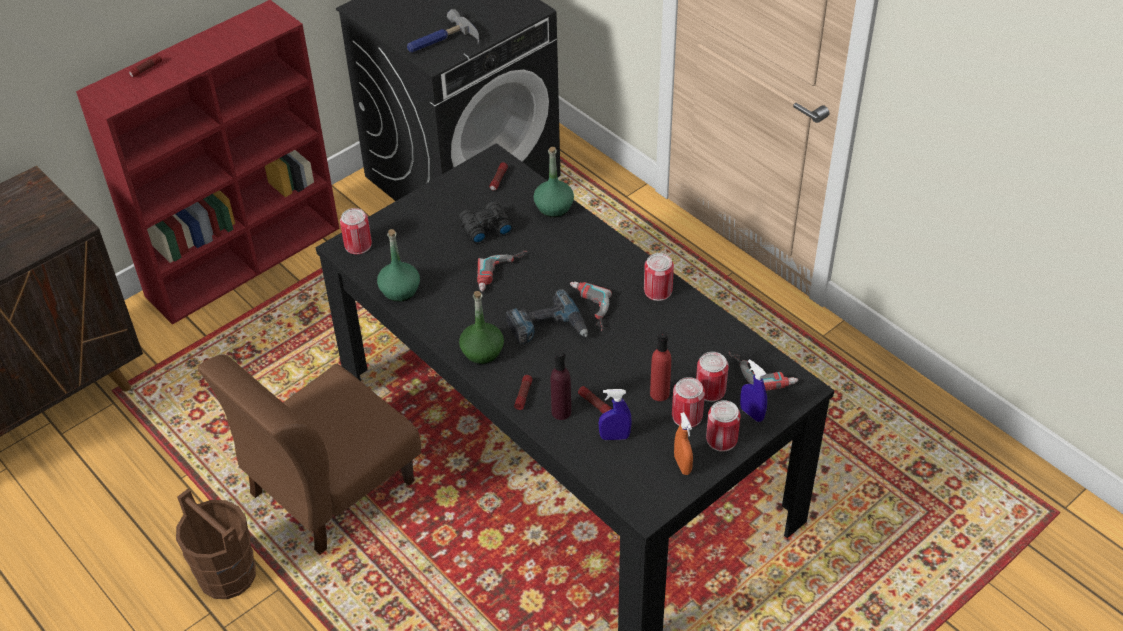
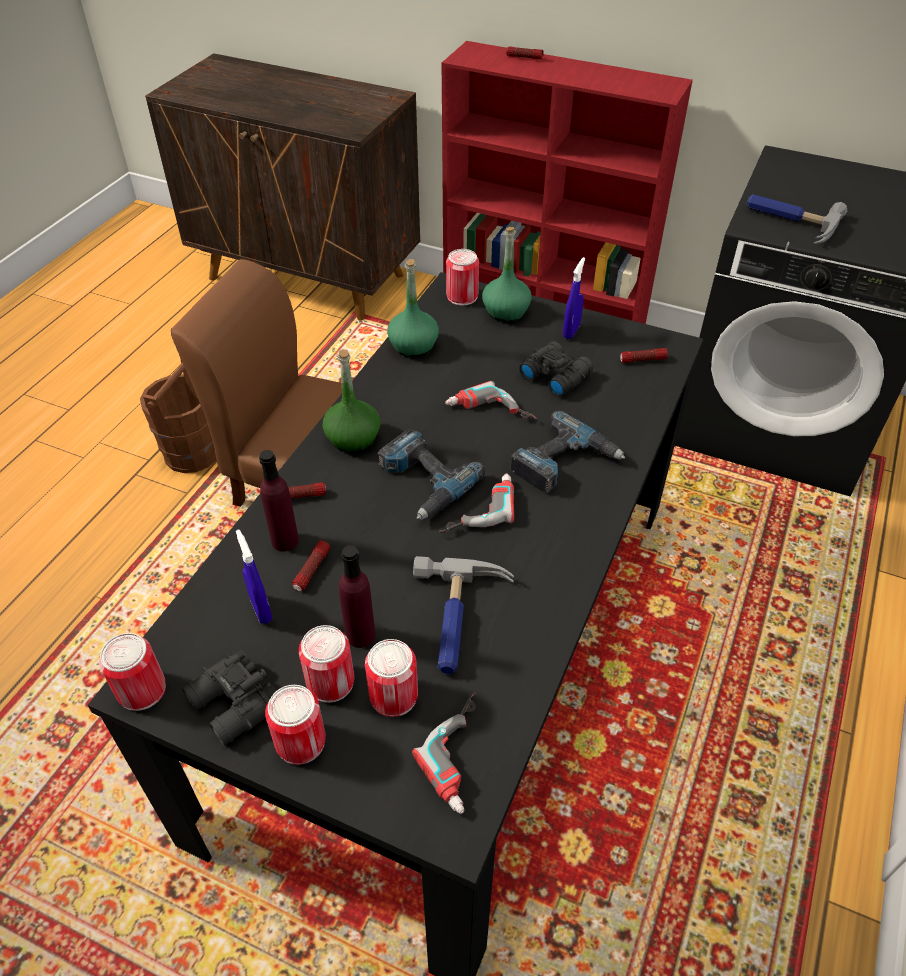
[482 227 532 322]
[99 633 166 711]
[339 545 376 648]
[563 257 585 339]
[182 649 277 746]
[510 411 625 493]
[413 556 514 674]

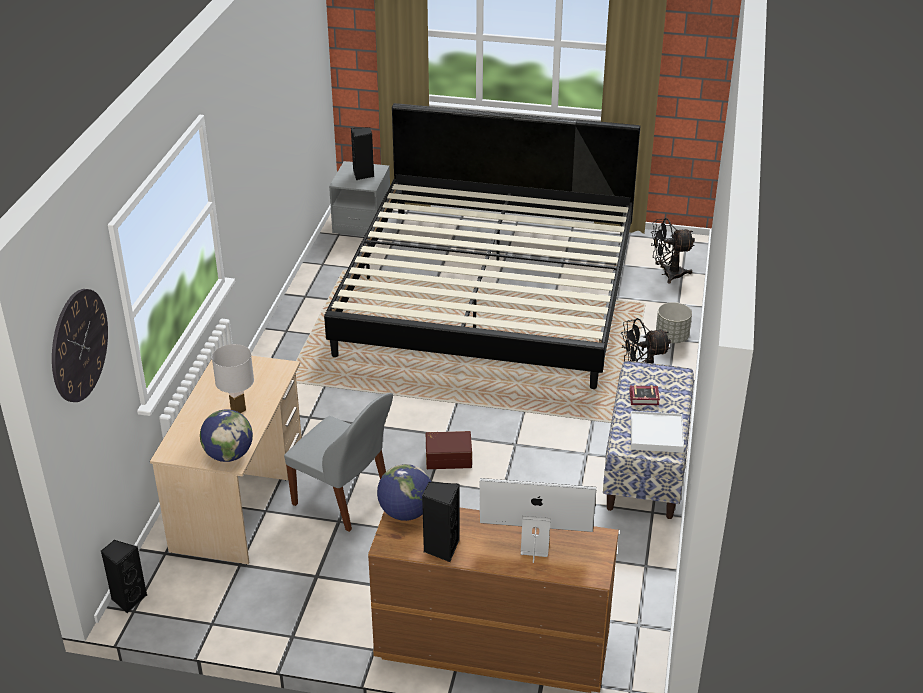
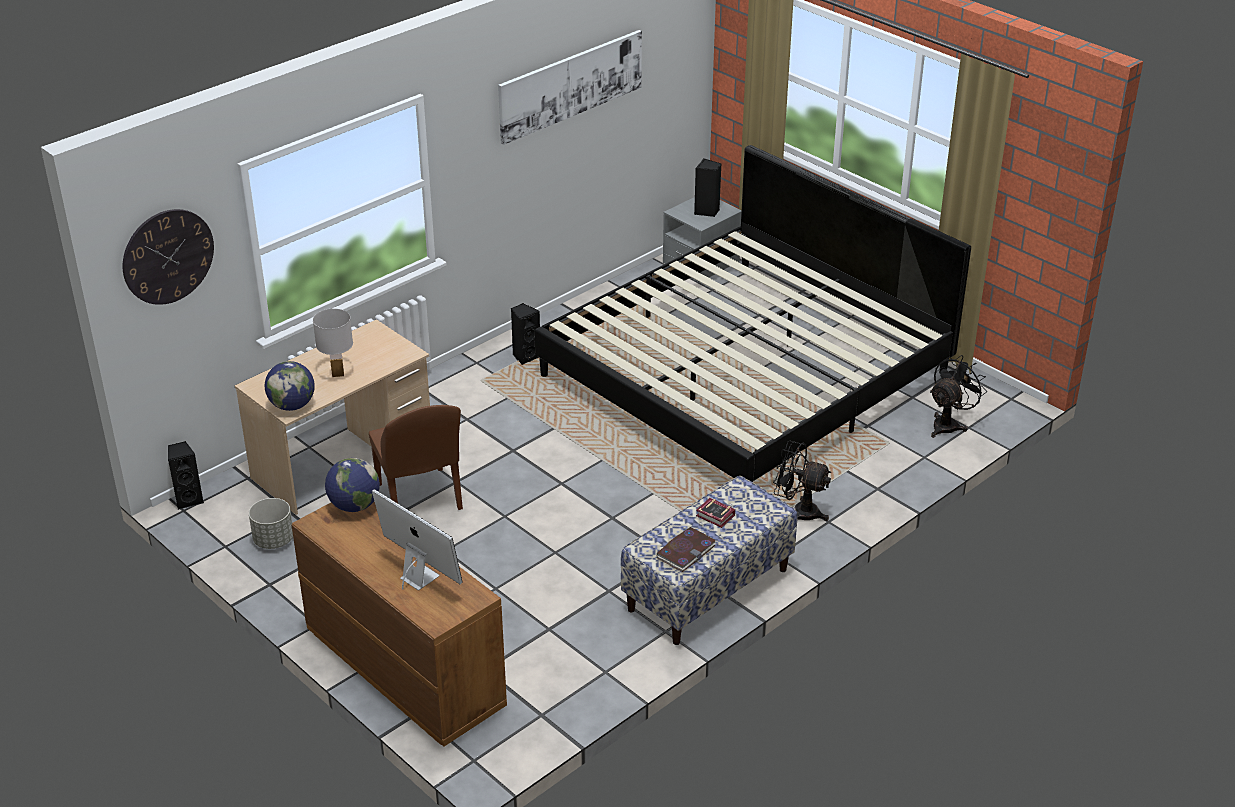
[930 355 987 438]
[249 498 293 549]
[369 405 463 510]
[657 527 716 572]
[426 431 472 469] (first image)
[511 303 540 365]
[498 30 642 145]

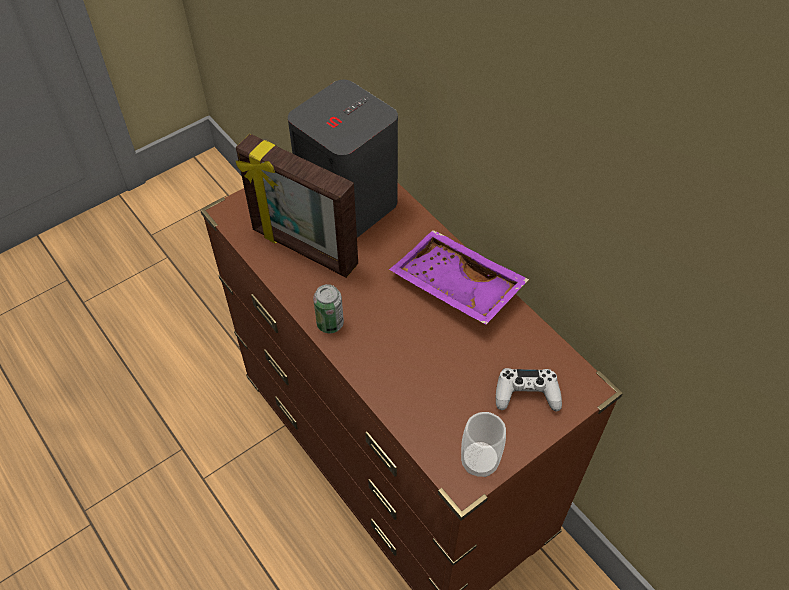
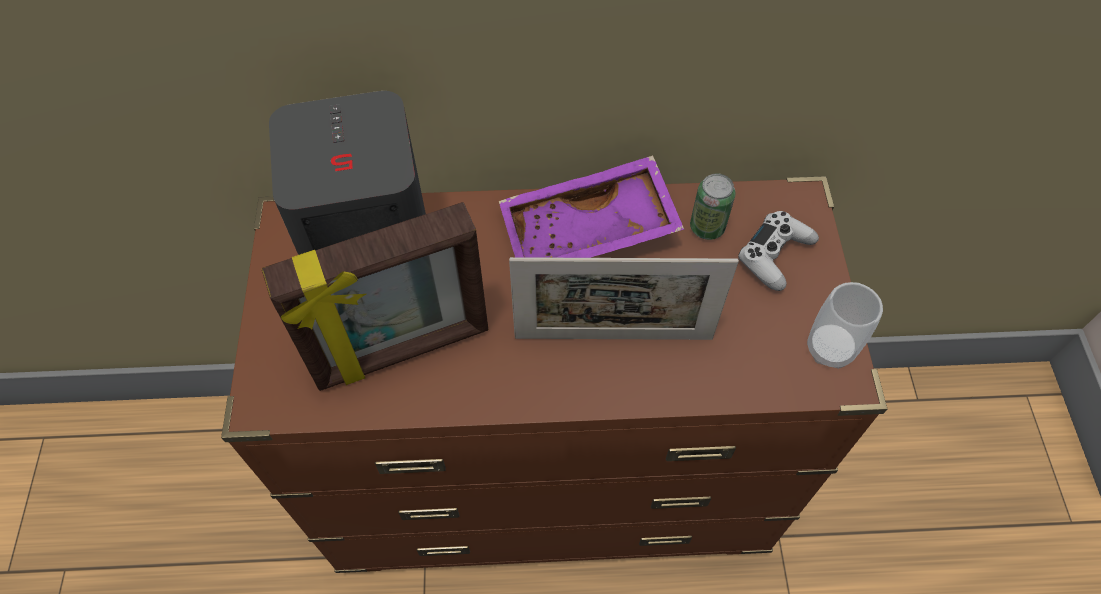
[690 173 736 240]
[509 257 739 340]

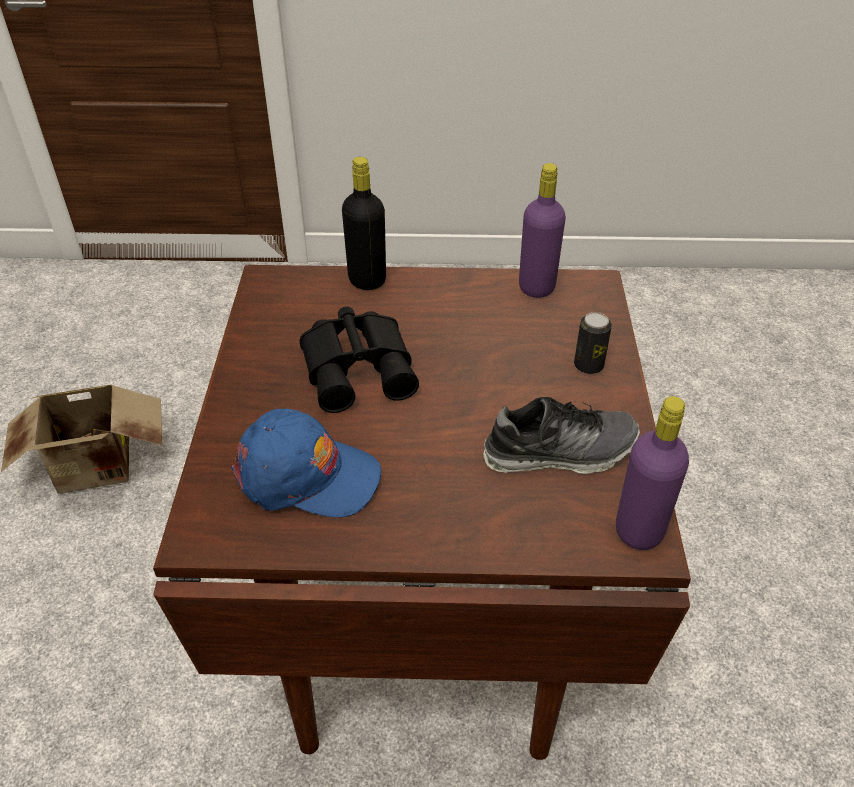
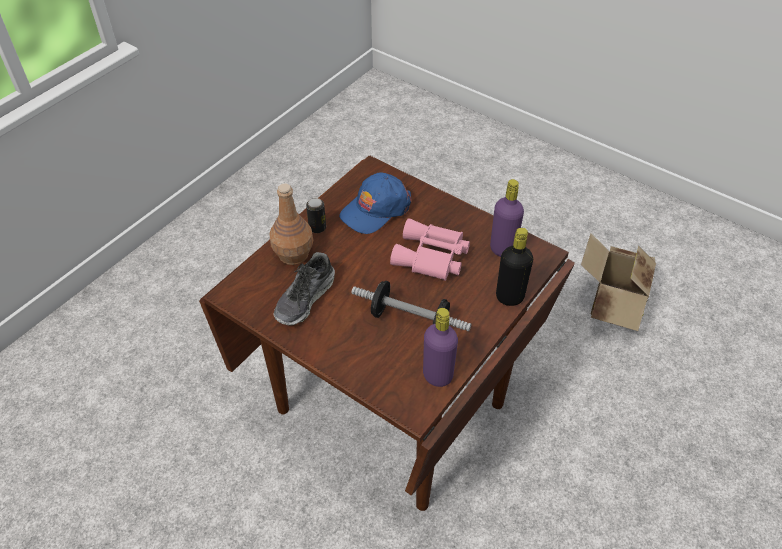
[390 218 470 281]
[306 198 326 233]
[490 179 524 257]
[269 183 313 265]
[351 281 471 332]

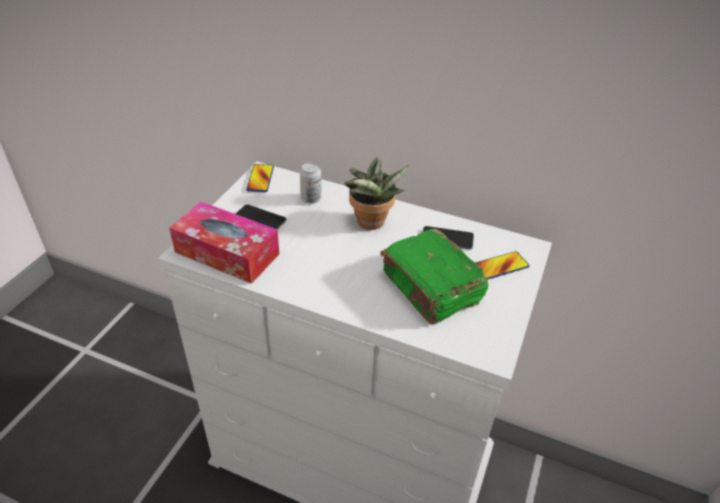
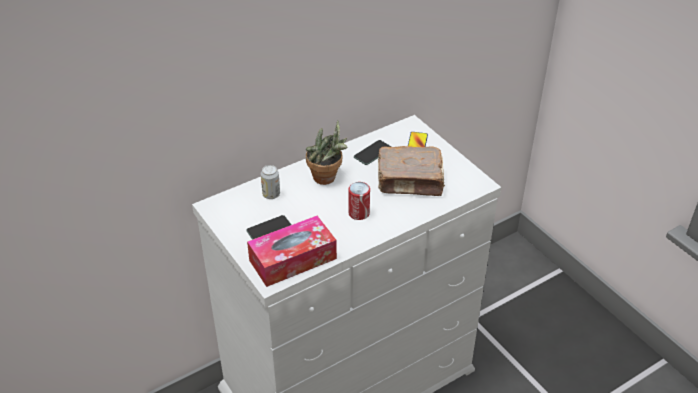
[246 164 274 192] (first image)
[378 146 445 196]
[349 182 370 220]

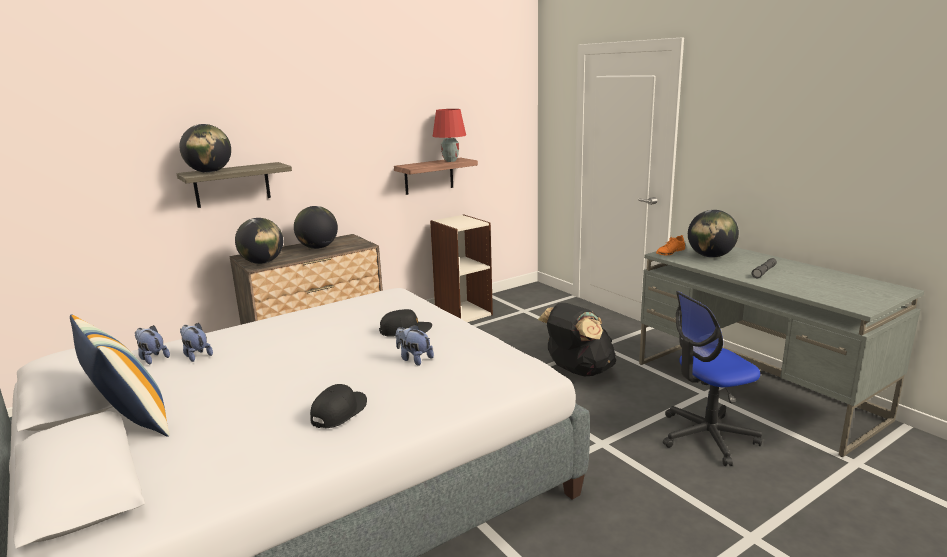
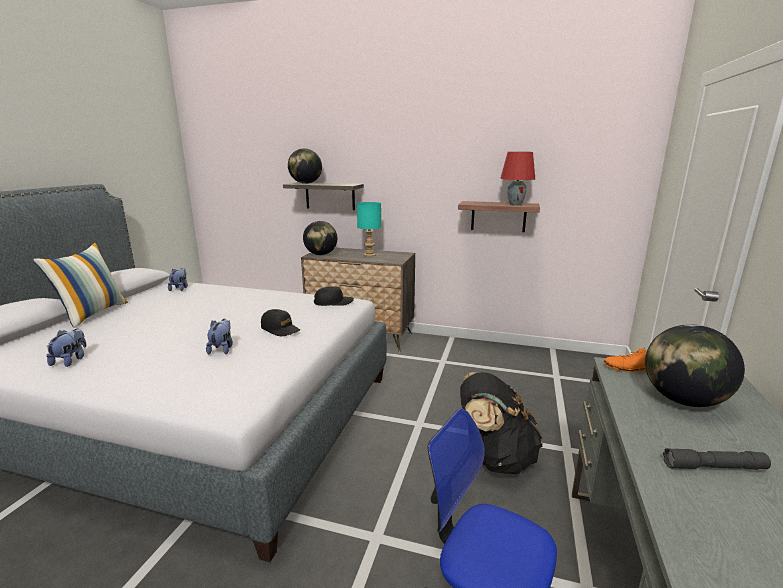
[357 202 381 257]
[430 215 493 322] (first image)
[46 329 87 367]
[314 286 354 306]

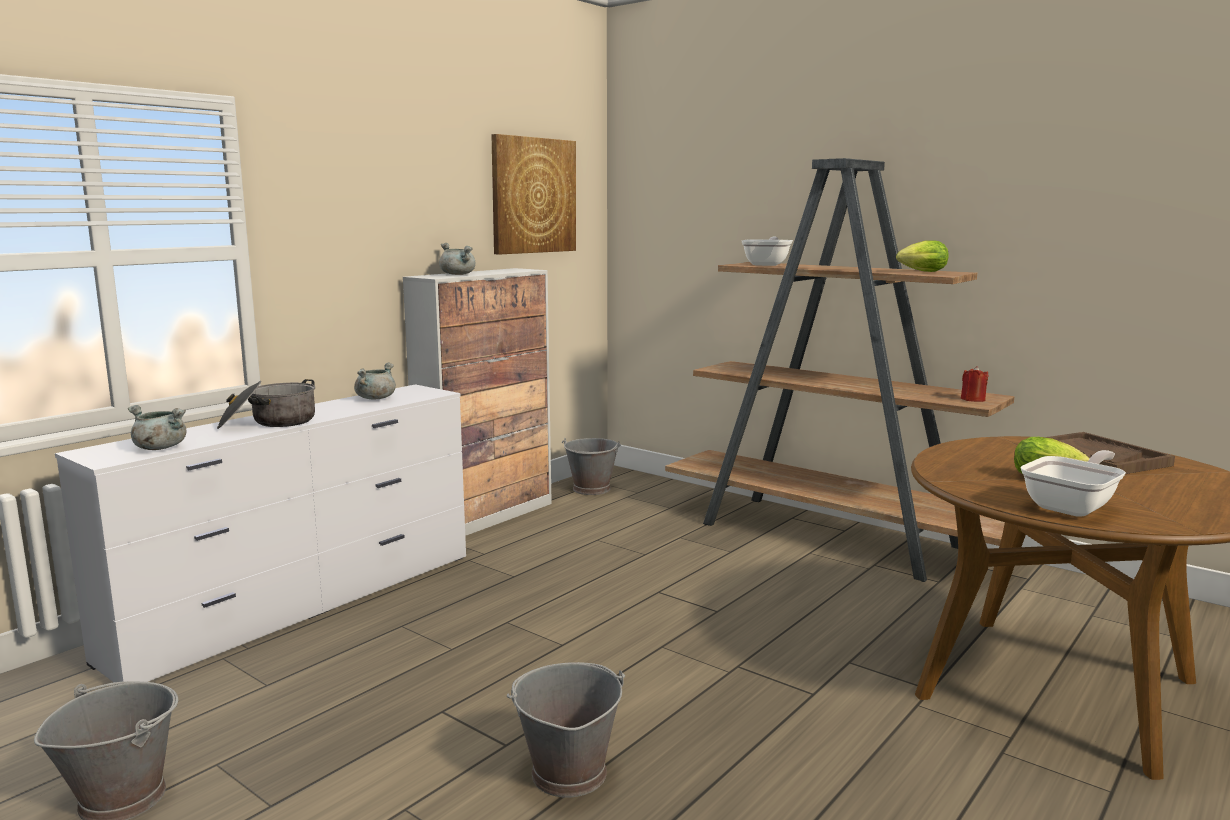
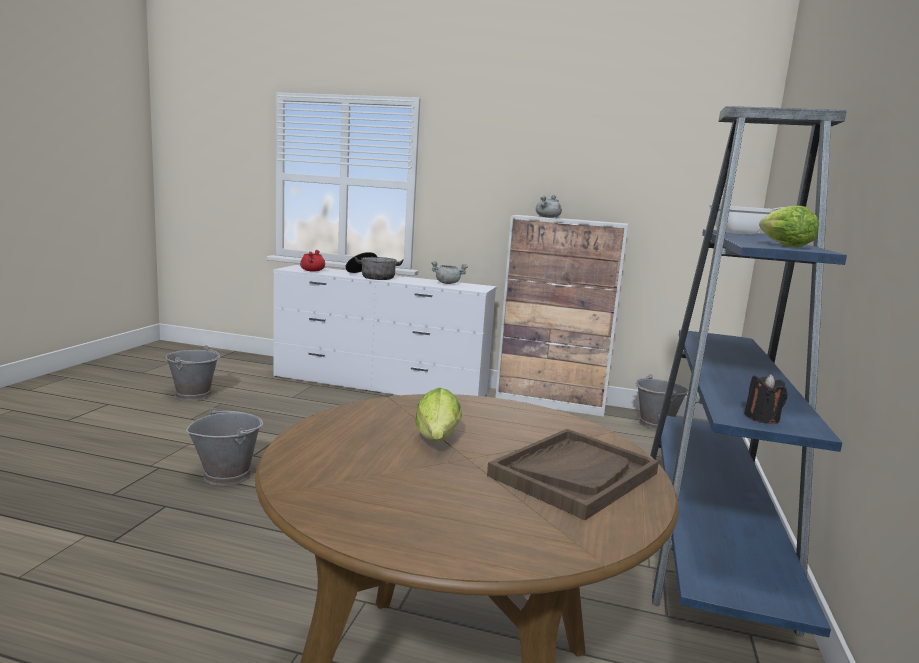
[491 134 576 255] (first image)
[650 106 847 637]
[744 374 787 424]
[300 250 325 272]
[1020 450 1126 517] (first image)

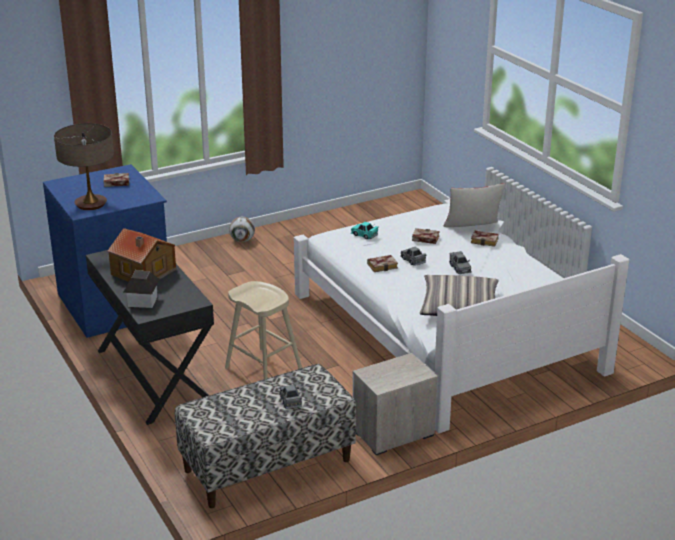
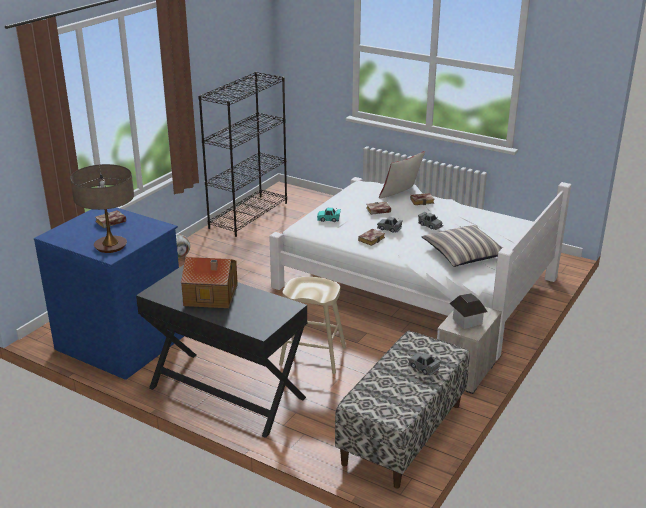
[449 293 488 329]
[198 72 287 237]

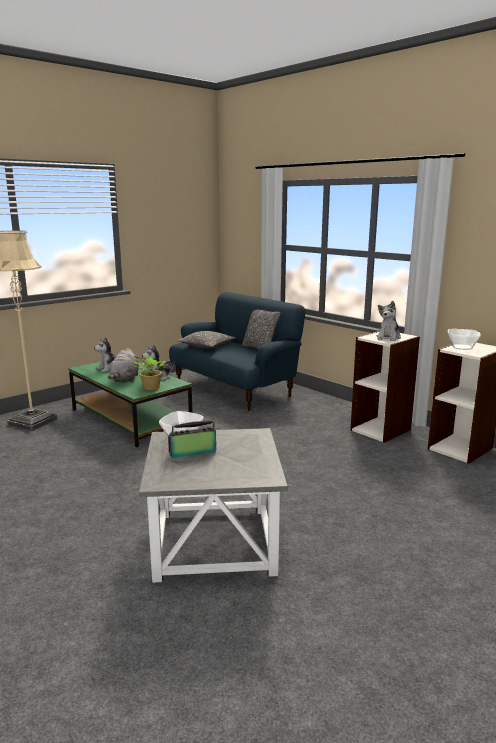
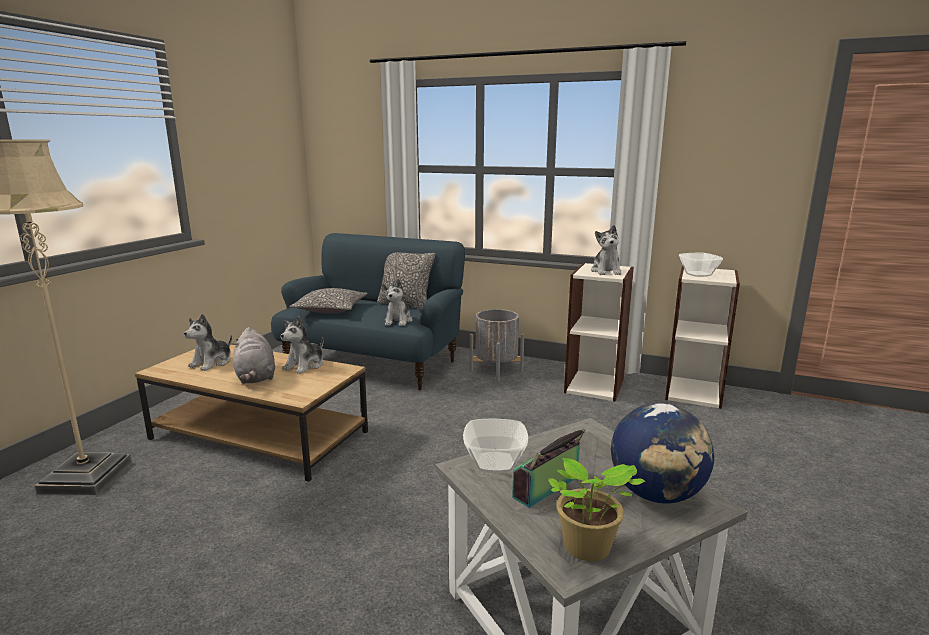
[548 458 646 561]
[135 344 368 482]
[382 279 413 326]
[470 309 524 382]
[611 403 714 503]

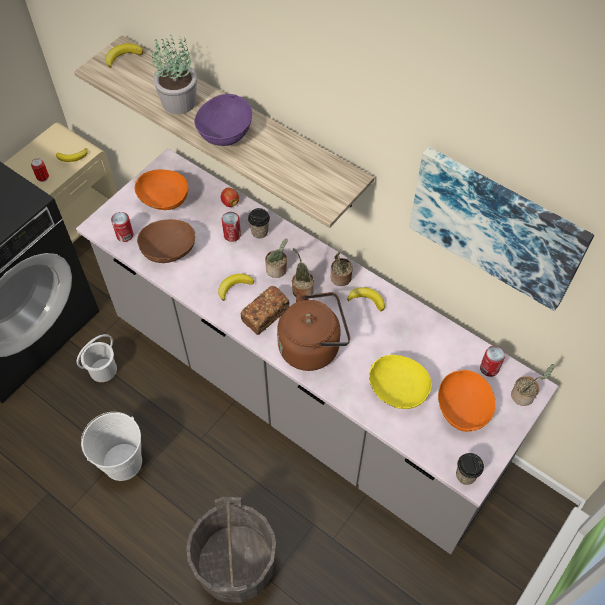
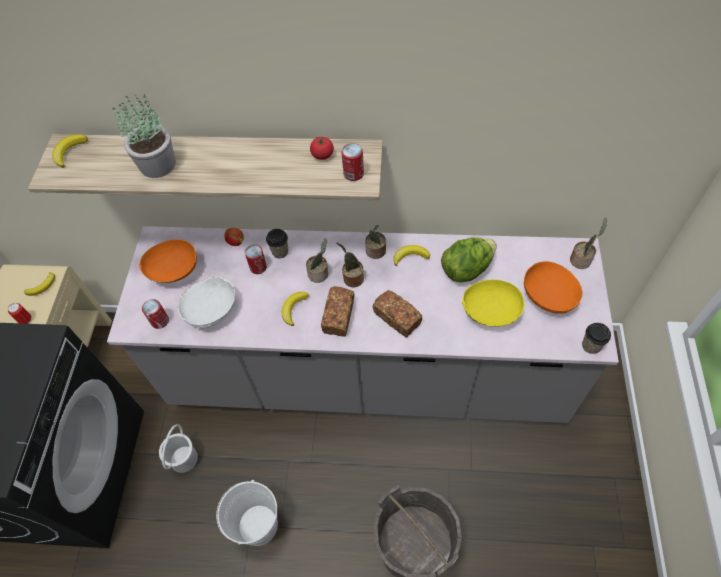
[194 94 252 146] (first image)
[409 147 594 311] (first image)
[178 277 235 328]
[373 290 422 338]
[341 143 364 181]
[310 136 334 160]
[441 237 497 283]

